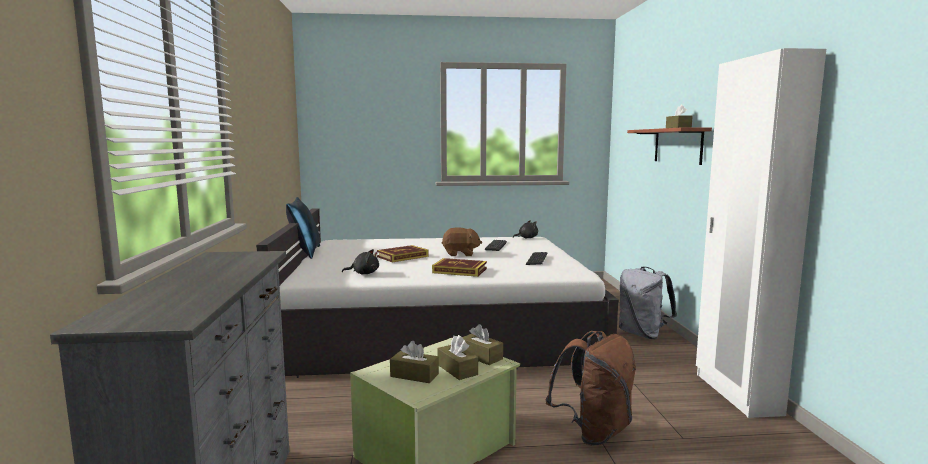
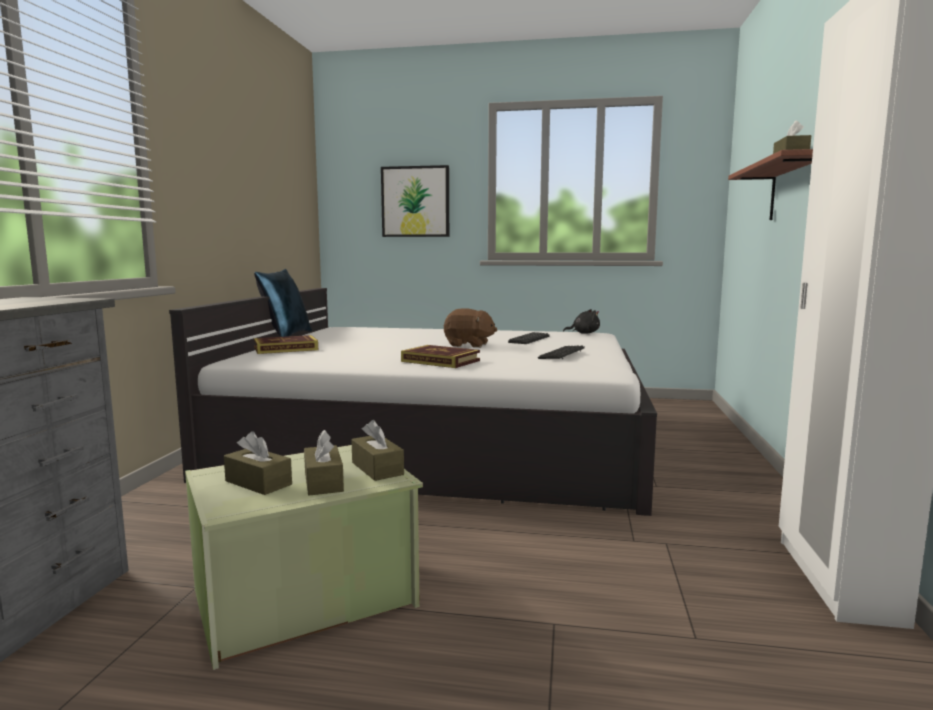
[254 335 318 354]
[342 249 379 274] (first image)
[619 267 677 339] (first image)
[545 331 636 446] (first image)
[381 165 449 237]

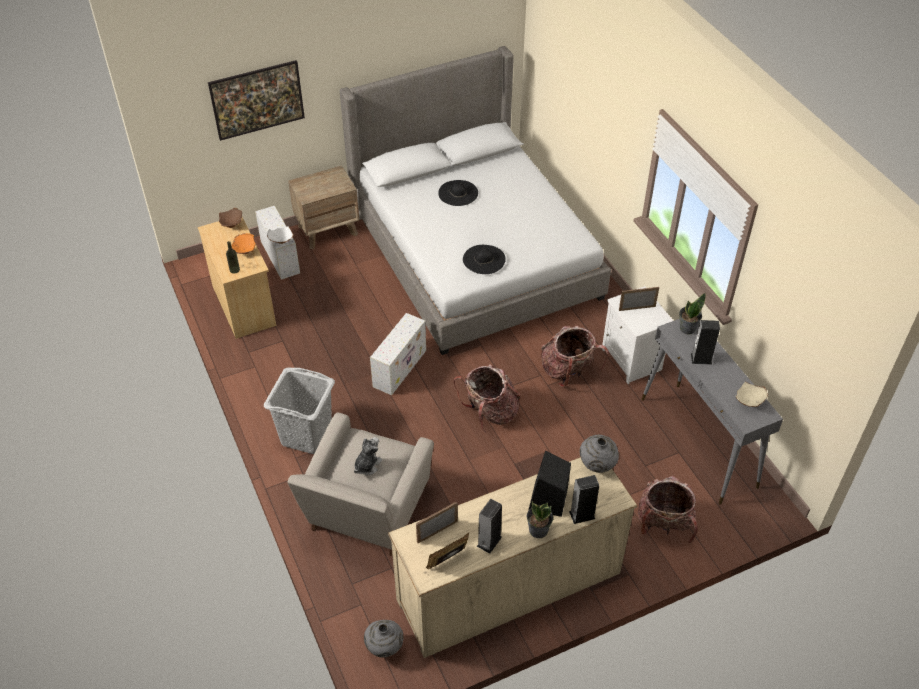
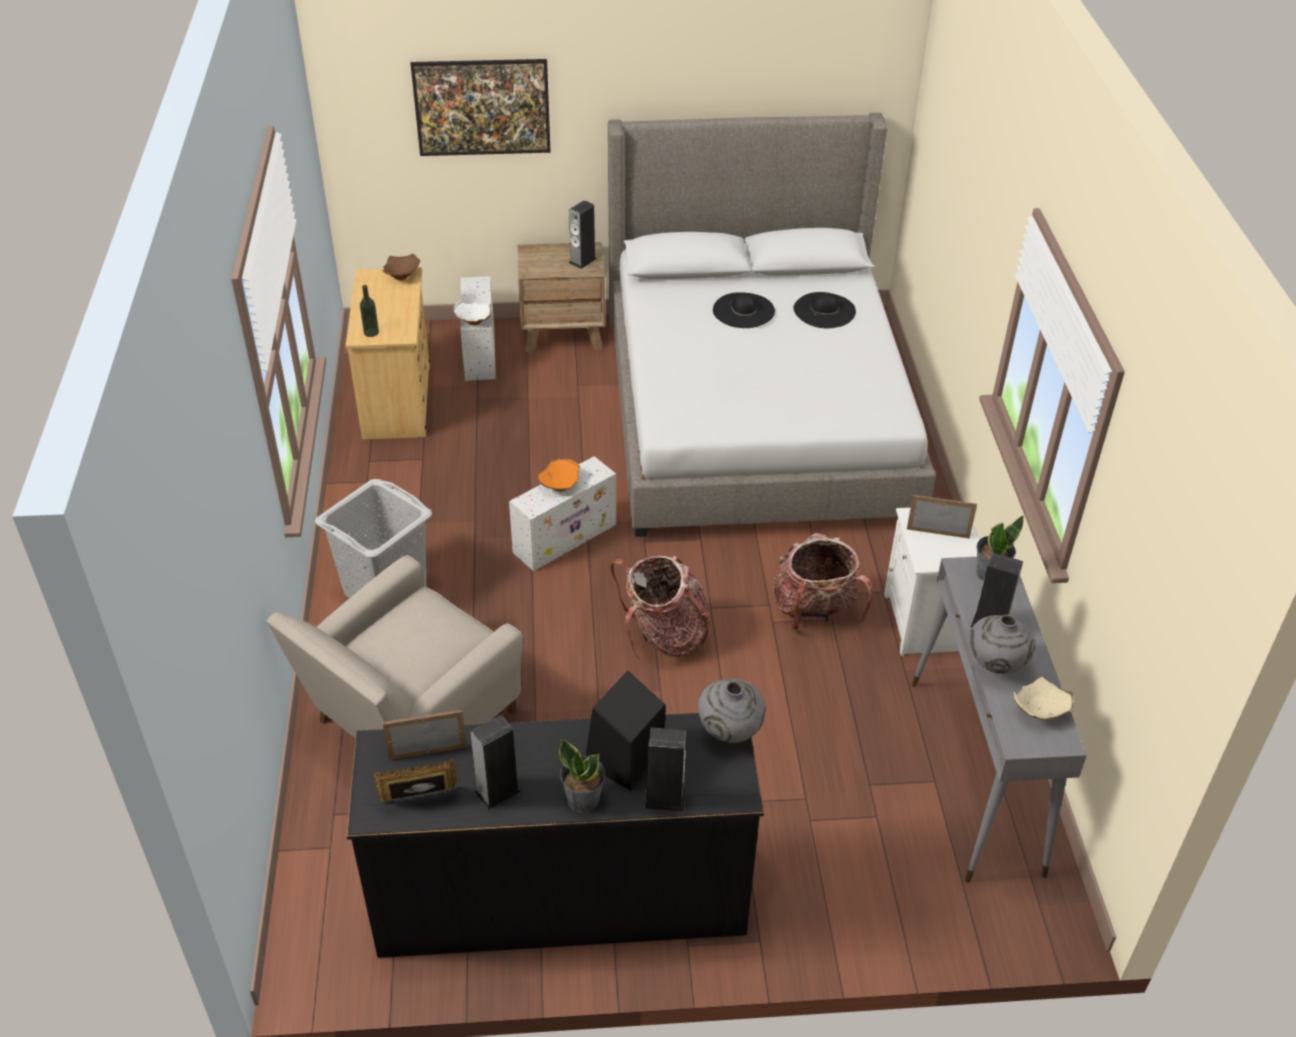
[537 458 580 492]
[793 292 856 328]
[354 437 382 475] (first image)
[346 713 764 958]
[638 476 698 543] (first image)
[969 615 1035 674]
[569 200 597 269]

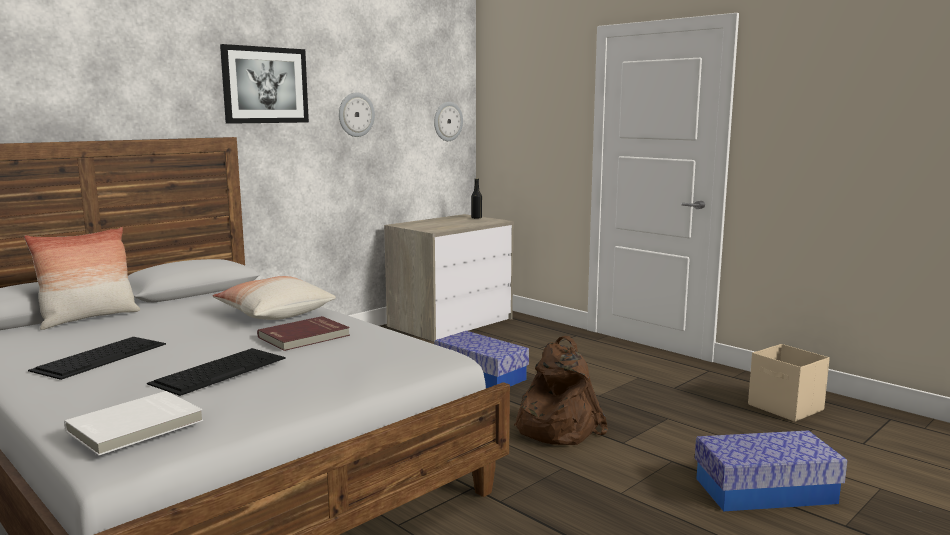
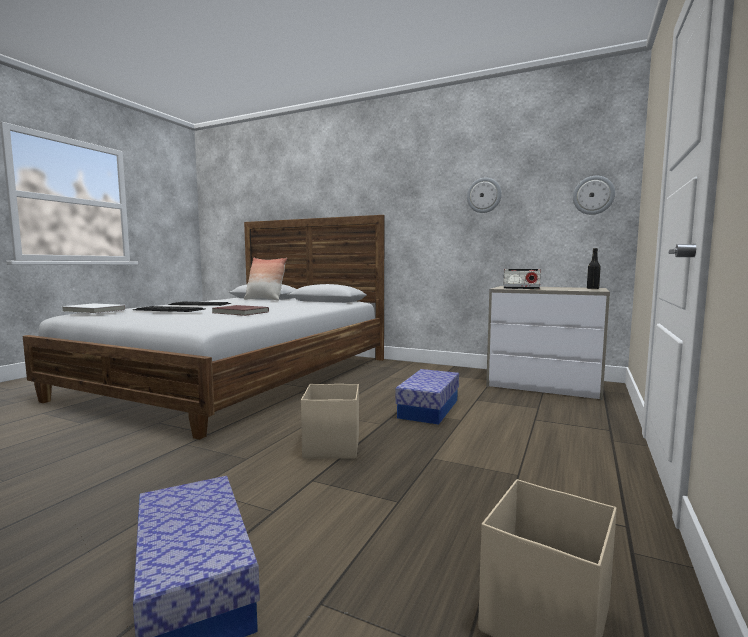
[220 44 309 124] (first image)
[212 276 336 320] (first image)
[301 384 359 458]
[503 269 541 289]

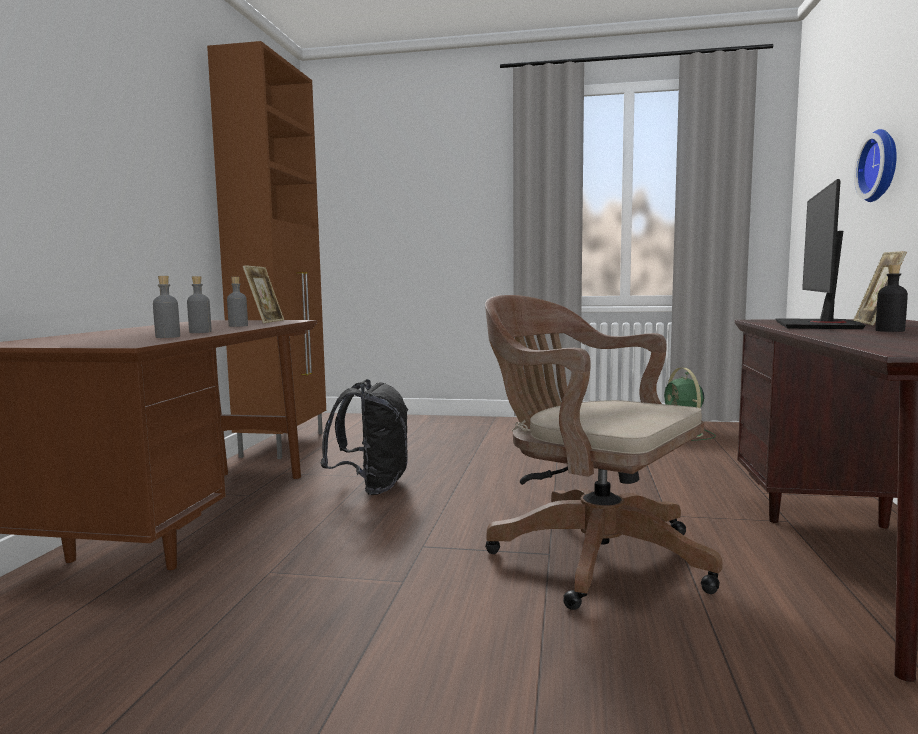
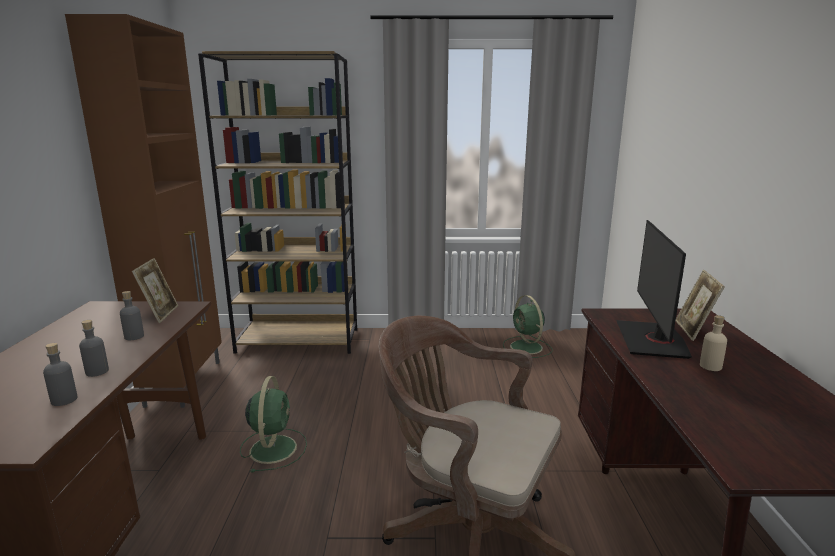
[854 129 897 202] (first image)
[700 315 727 371]
[240 376 307 472]
[198 51 357 354]

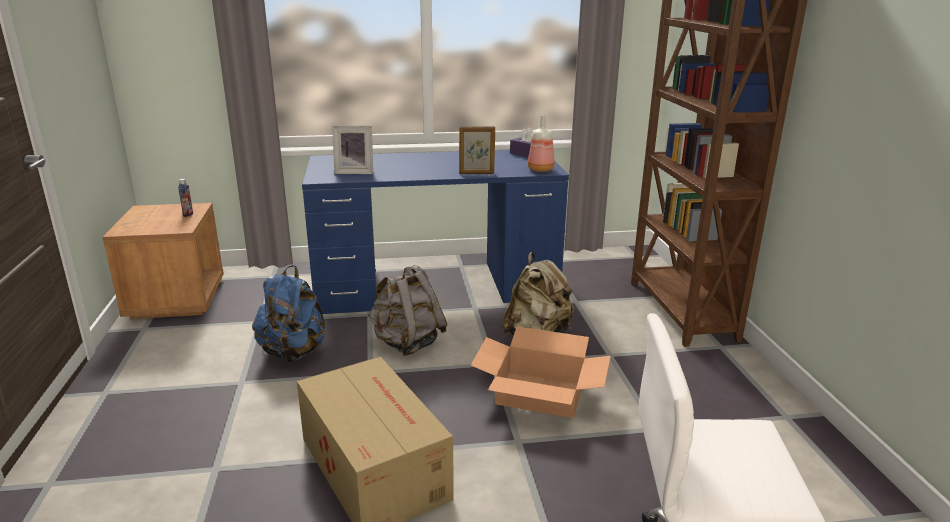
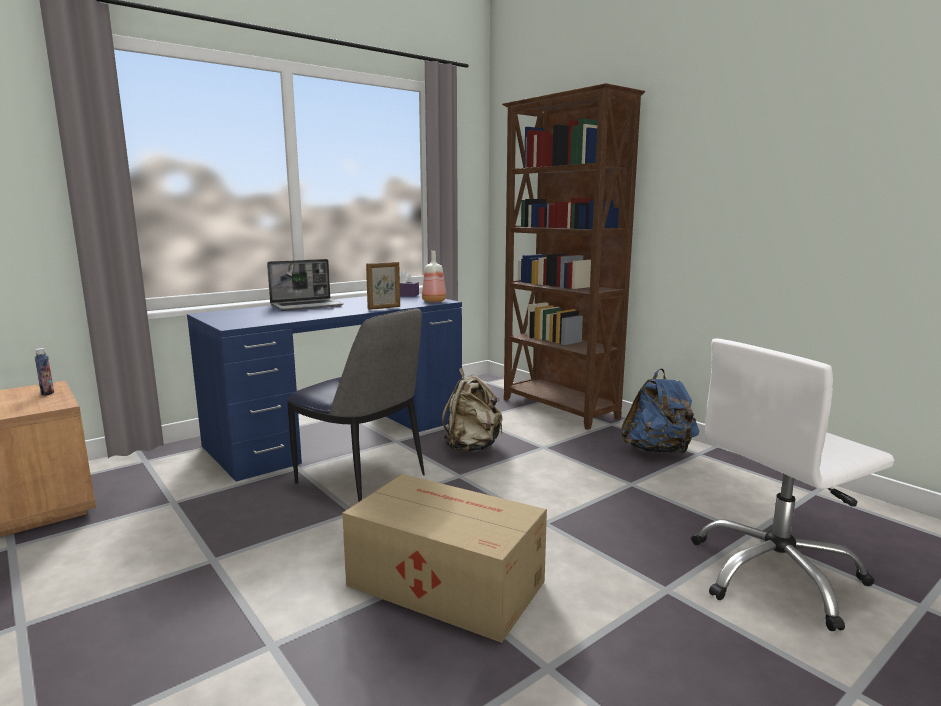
[332 125 373 174] (first image)
[621 368 699 454]
[287 308 425 502]
[471 326 611 418] (first image)
[267 259 343 311]

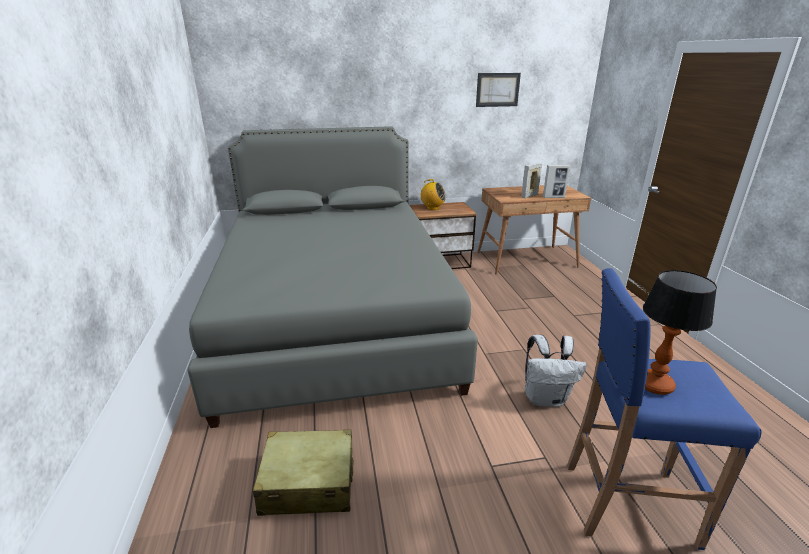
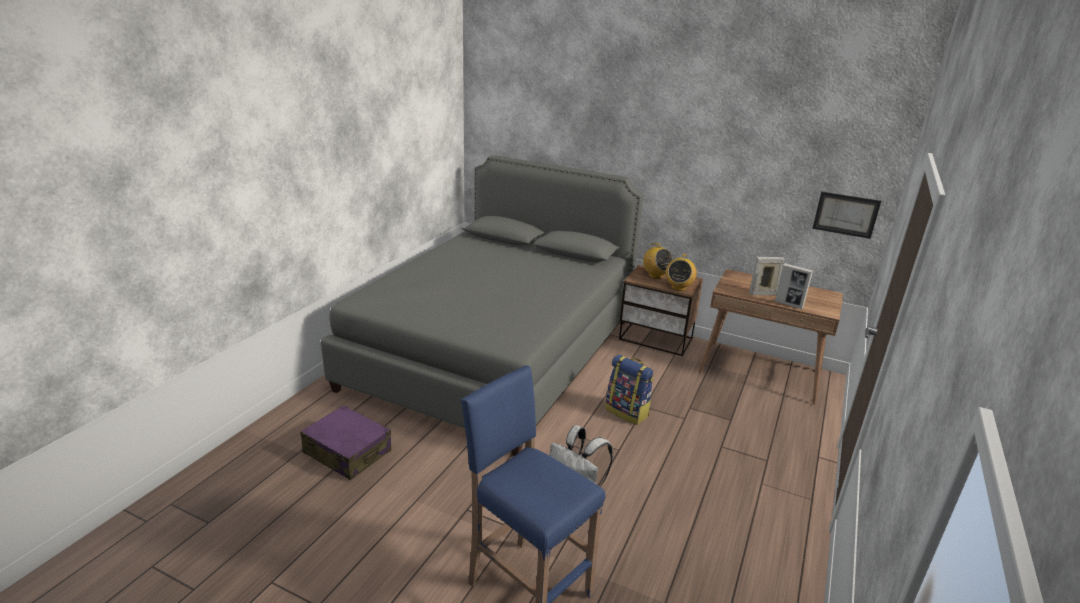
[812 192 881 239]
[643 270 717 395] (first image)
[300 405 391 480]
[666 254 697 291]
[605 354 654 425]

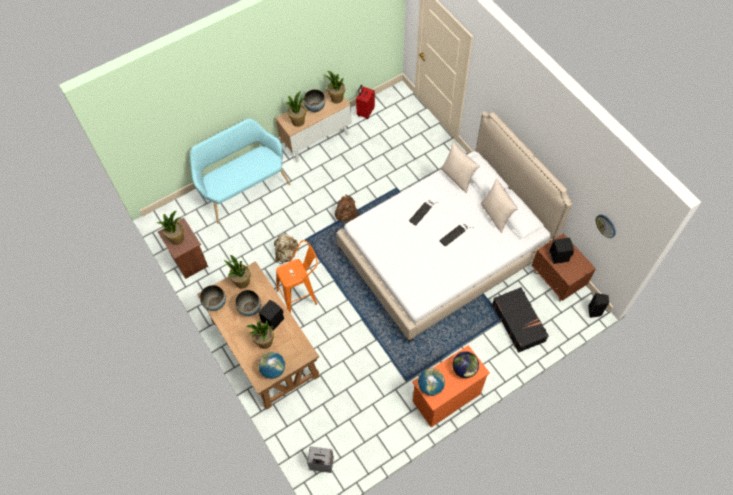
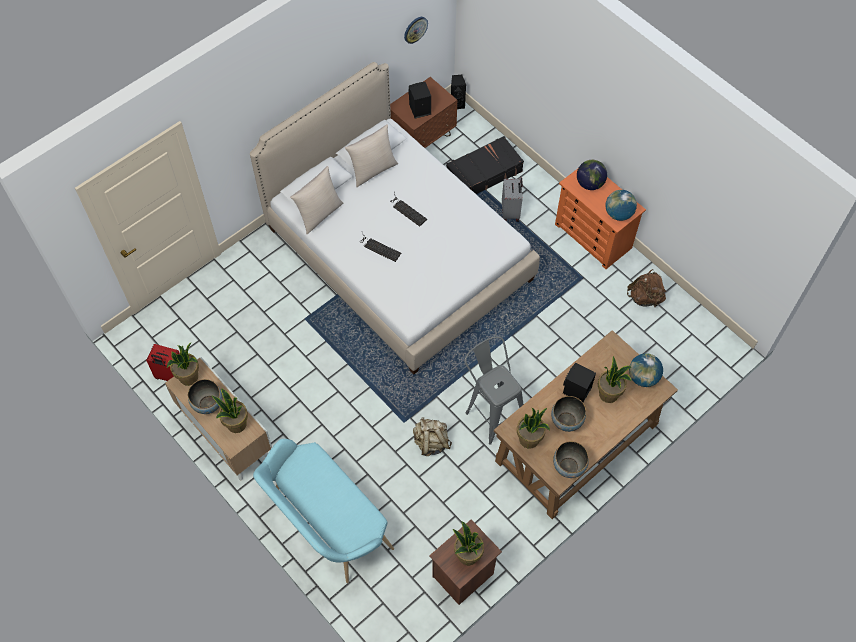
[627 269 666 309]
[465 336 524 445]
[502 177 523 222]

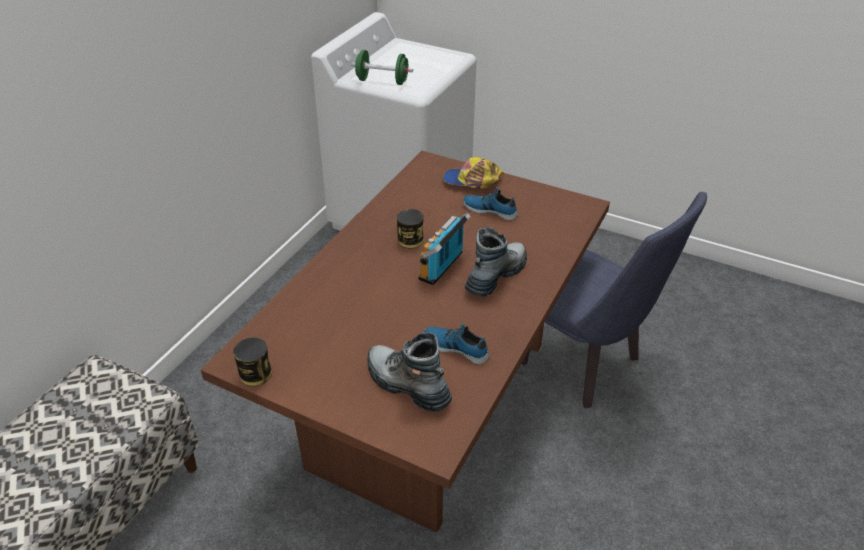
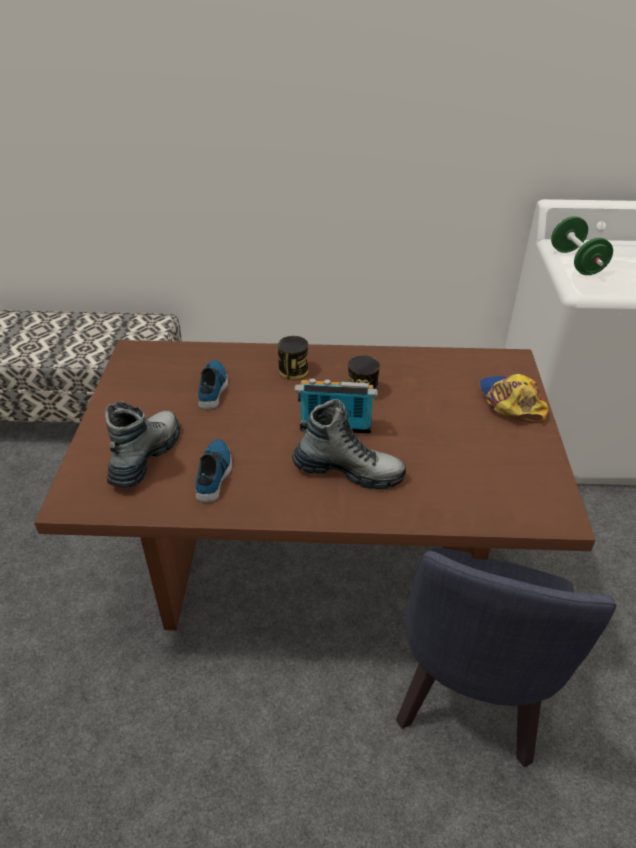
[198 360 228 410]
[278 336 309 380]

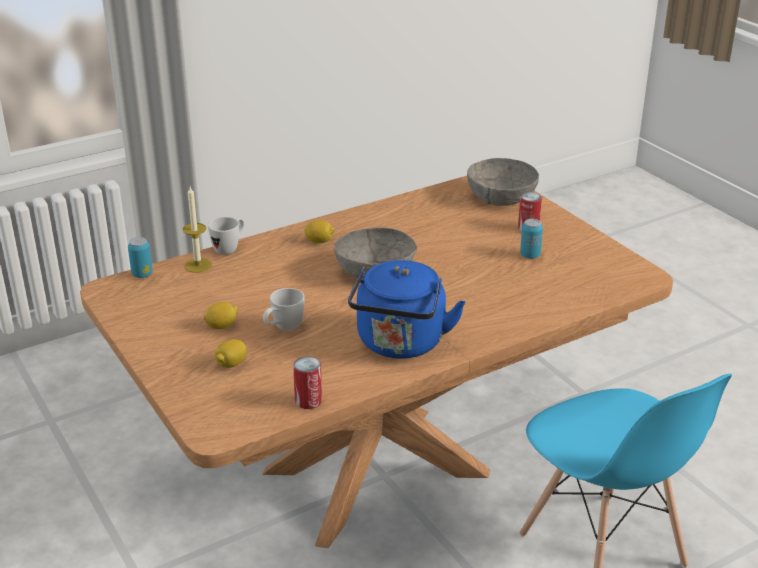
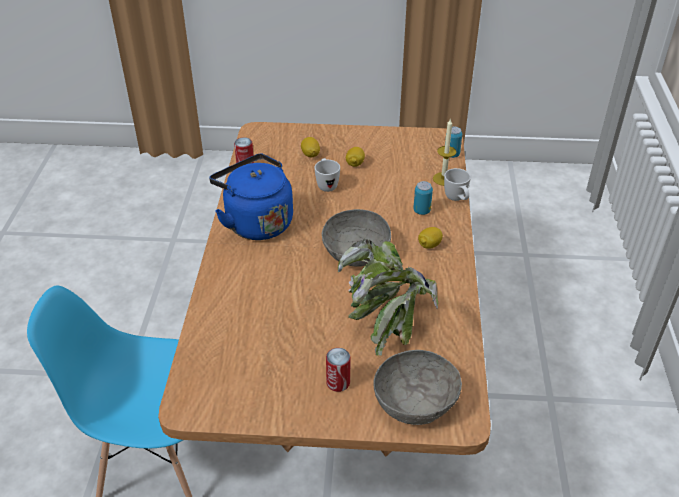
[413 181 433 215]
[338 239 438 356]

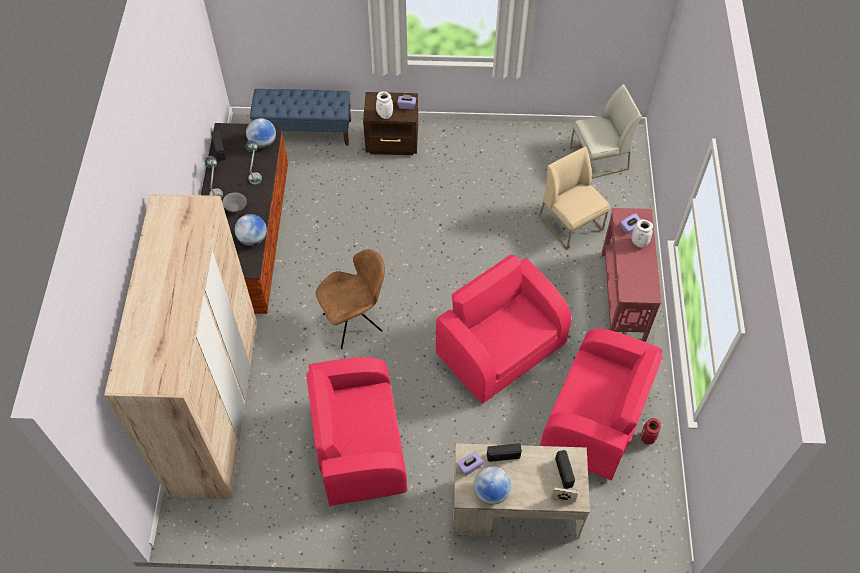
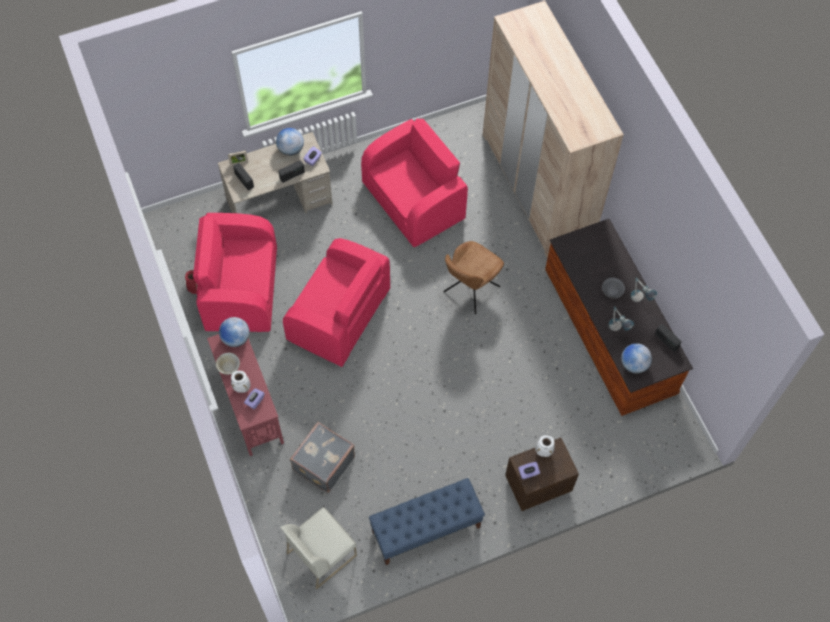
[369 478 485 565]
[290 422 355 493]
[219 317 250 347]
[216 352 240 375]

